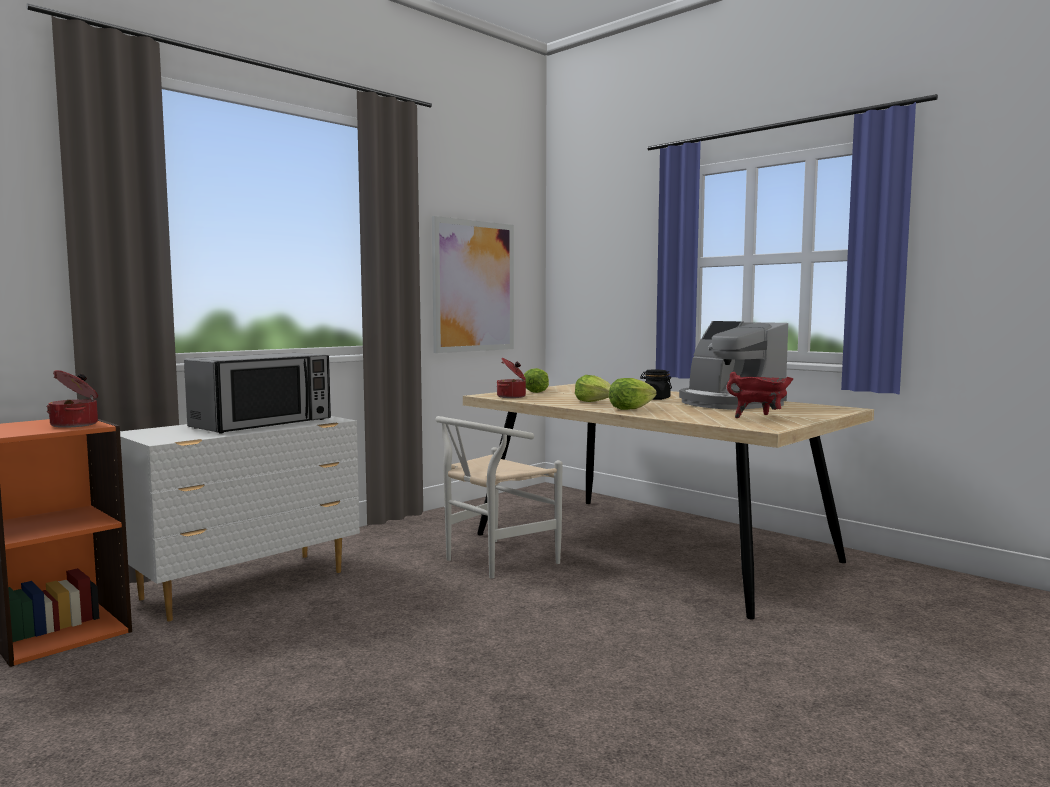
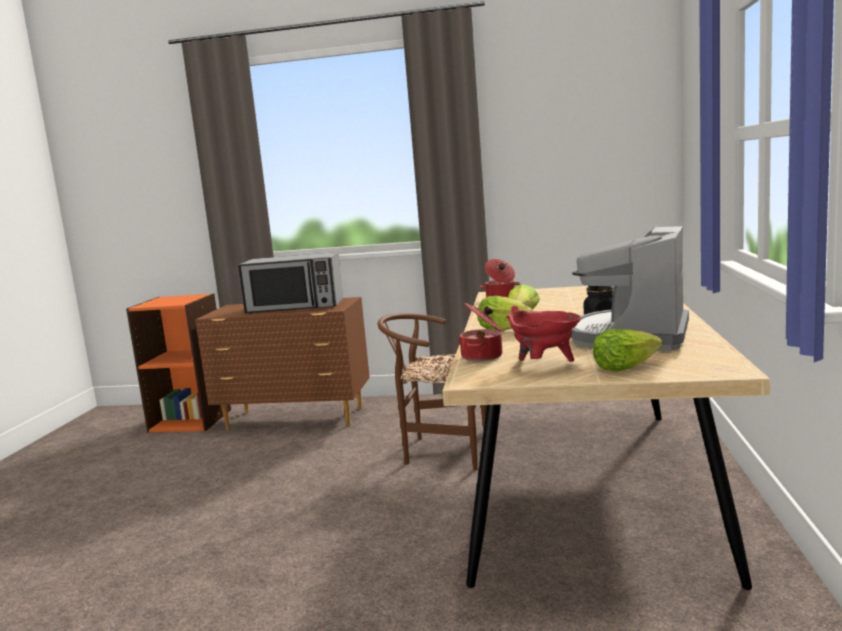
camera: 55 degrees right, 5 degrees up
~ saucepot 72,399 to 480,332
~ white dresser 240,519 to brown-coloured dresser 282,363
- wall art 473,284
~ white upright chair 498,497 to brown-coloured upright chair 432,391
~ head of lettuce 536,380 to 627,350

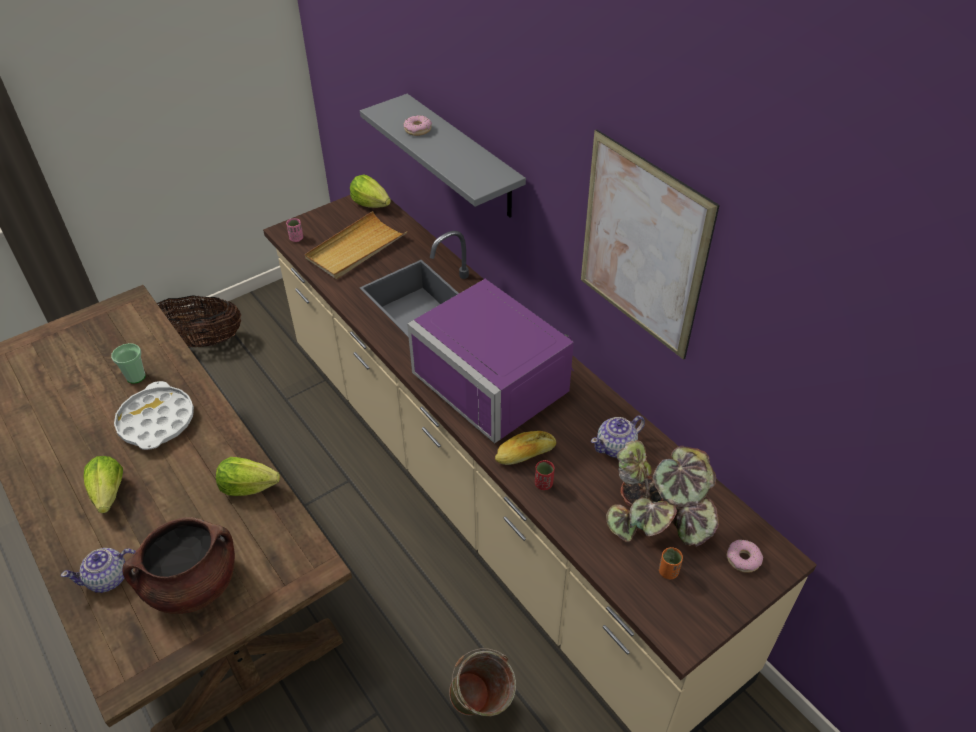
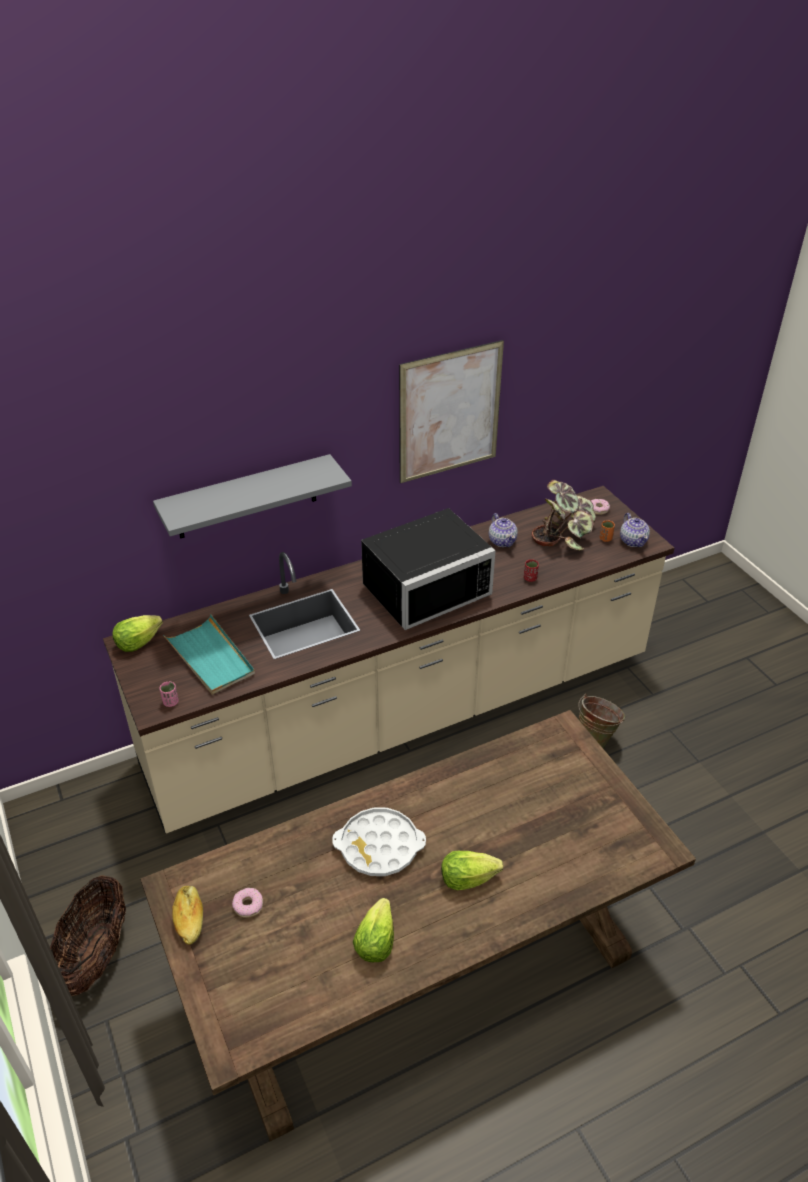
camera: 80 degrees left, 5 degrees down
~ teapot 98,570 to 635,530
- small cup 128,363
- brown-coloured saucepot 178,565
~ head of lettuce 248,476 to 373,930
~ beige-coloured carrying tray 356,245 to turquoise carrying tray 209,654
~ ring doughnut 418,125 to 247,903
~ purple-coloured kitchen microwave 490,361 to black-coloured kitchen microwave 428,569
~ bread 525,448 to 187,915

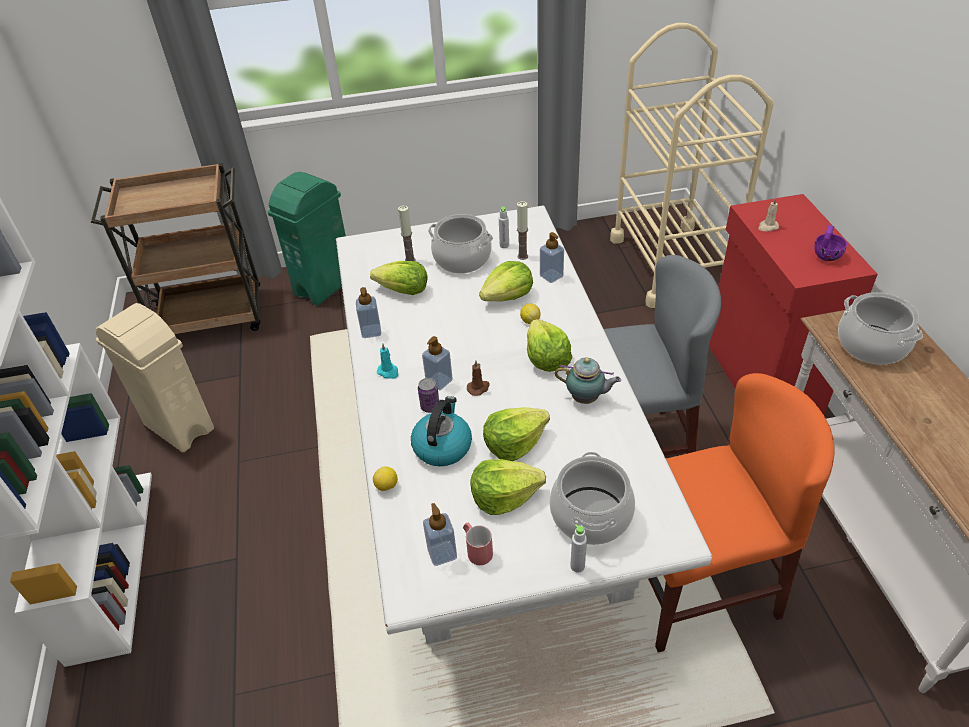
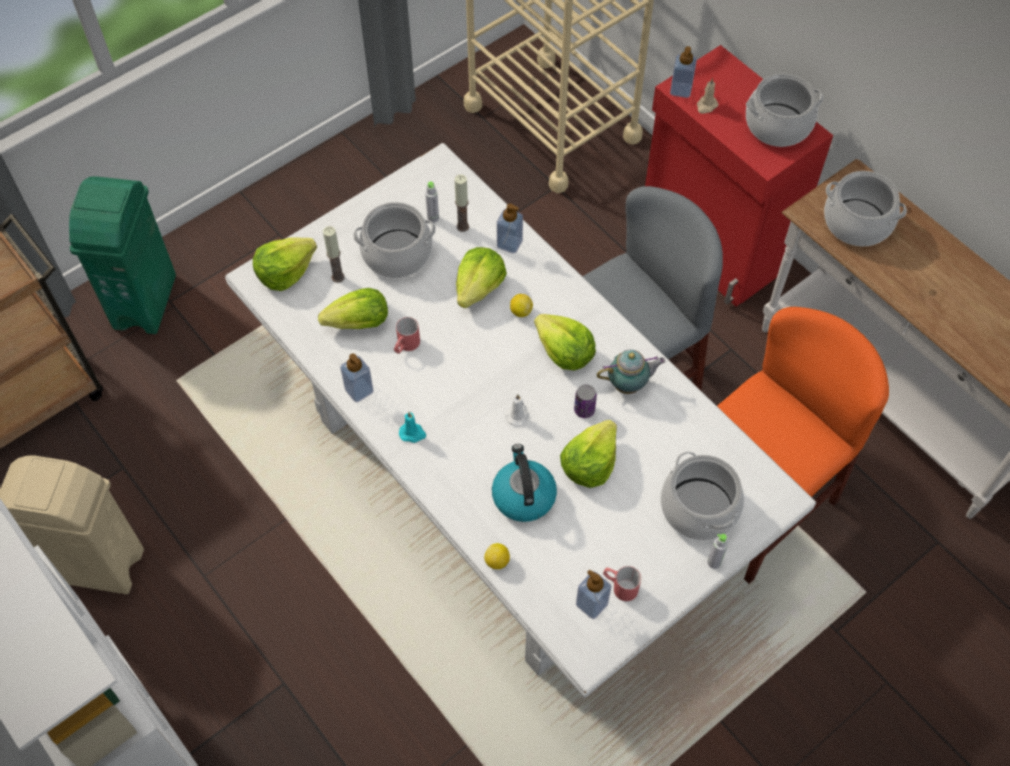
camera: 30 degrees left, 15 degrees up
~ sealed can 428,395 to 585,401
~ soap dispenser 437,363 to 683,72
~ brown-coloured wax light 478,378 to white wax light 517,410
~ head of lettuce 508,487 to 285,264
~ purple-coloured small cup 830,243 to saucepot 784,110
+ red tea mug 407,335

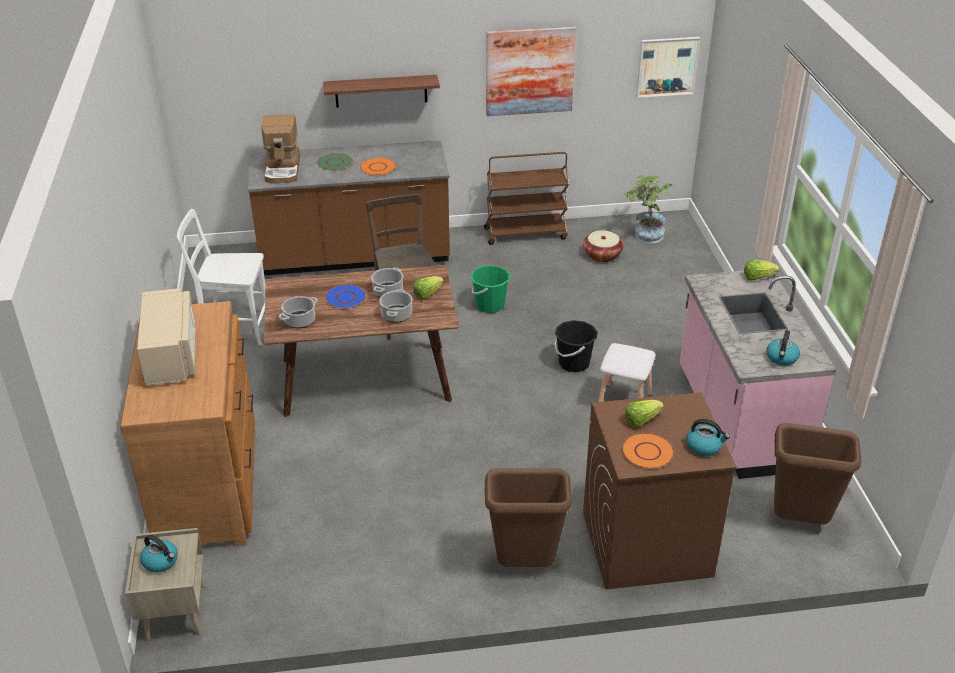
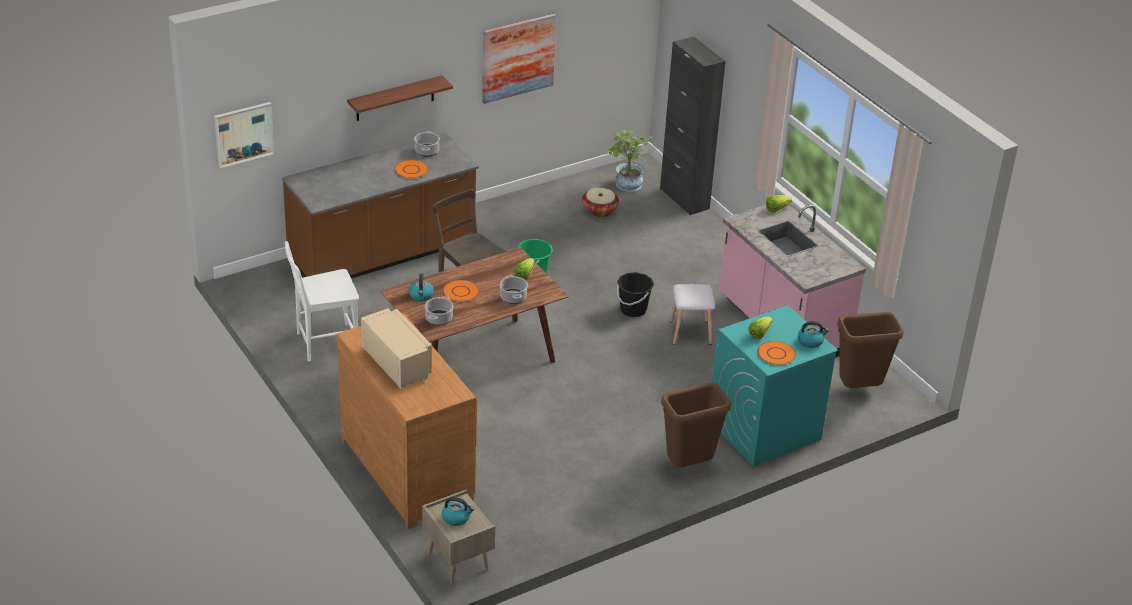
camera: 25 degrees left, 0 degrees up
- coffee machine 280,149
- green-coloured plate 335,162
~ blue-coloured plate 346,296 to orange plate 461,291
~ saucepot 387,283 to 427,144
- brown-coloured cart 526,198
~ brown-coloured laundry appliance 660,491 to turquoise laundry appliance 775,386
~ wall art 668,67 to 244,135
~ kettle 783,348 to 421,287
+ black-coloured cupboard 693,125

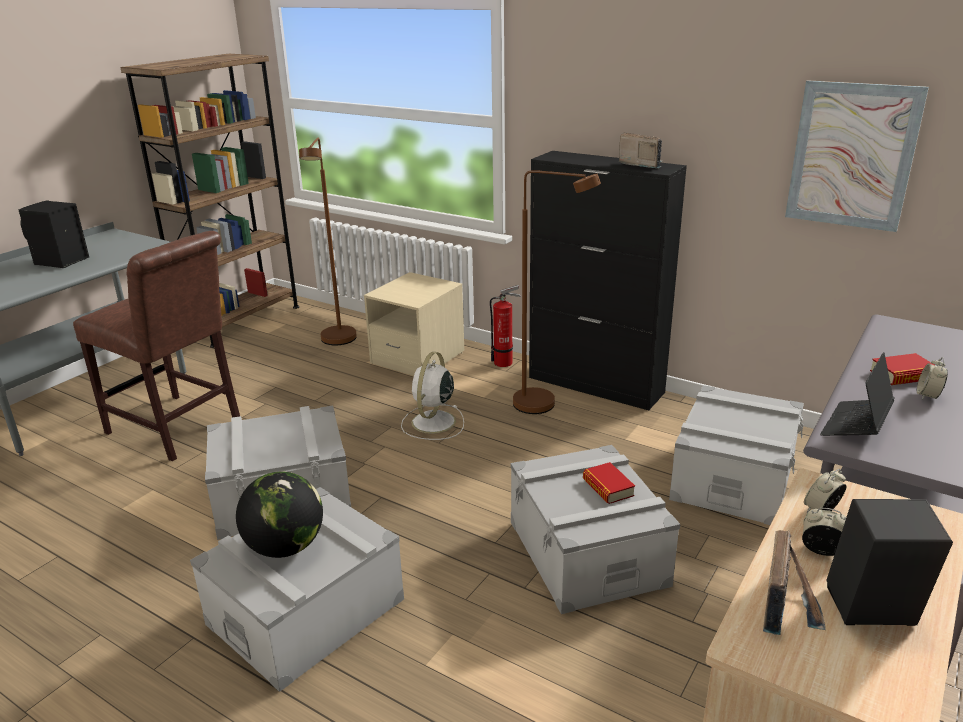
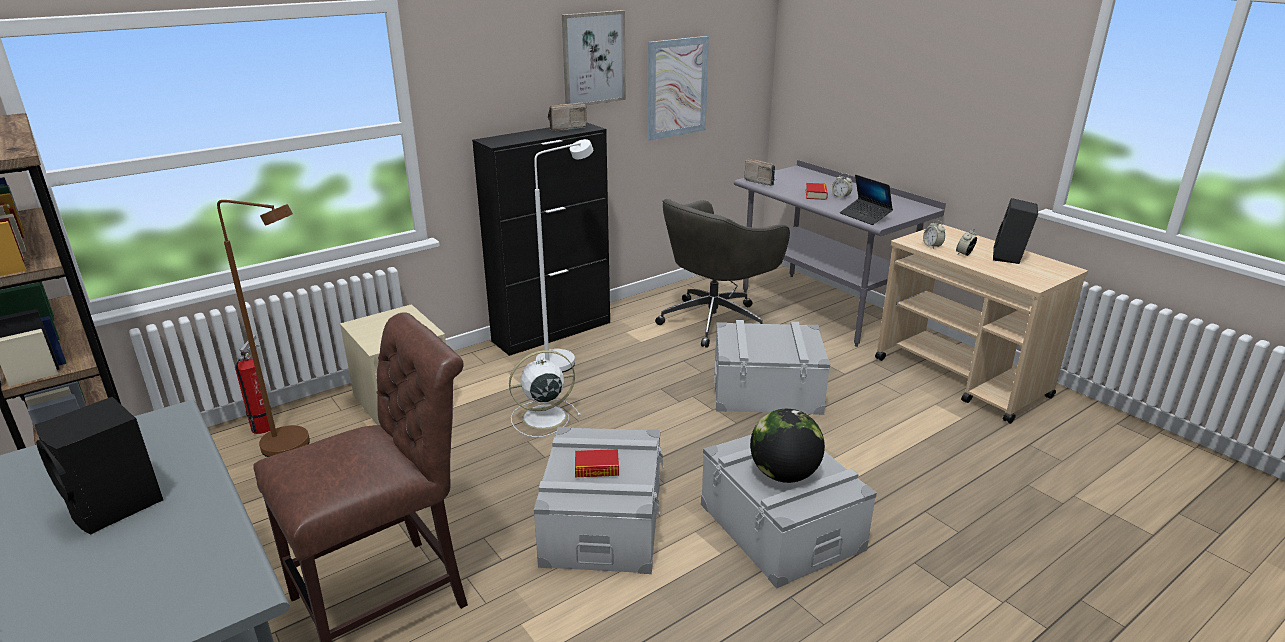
camera: 70 degrees left, 0 degrees up
~ white cooling fan 432,396 = 545,393 120 degrees clockwise
~ fire-fighting cylinder 505,326 to 253,384
~ brown-coloured standing lamp 557,292 to white standing lamp 563,256
~ book 609,483 to 597,463
~ grey storage container 736,455 to grey desk chair 722,273
~ radio receiver 794,582 to 760,172
+ wall art 594,58

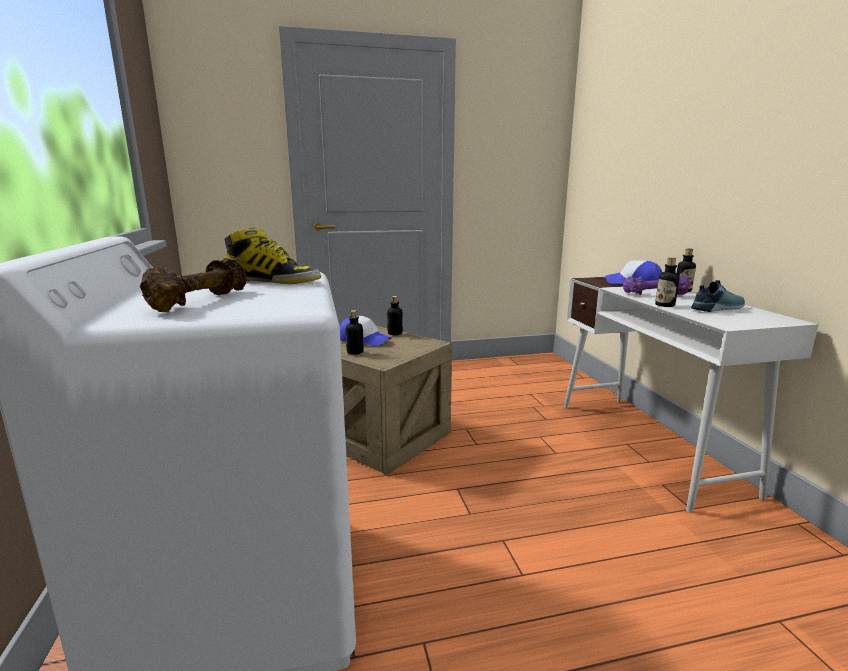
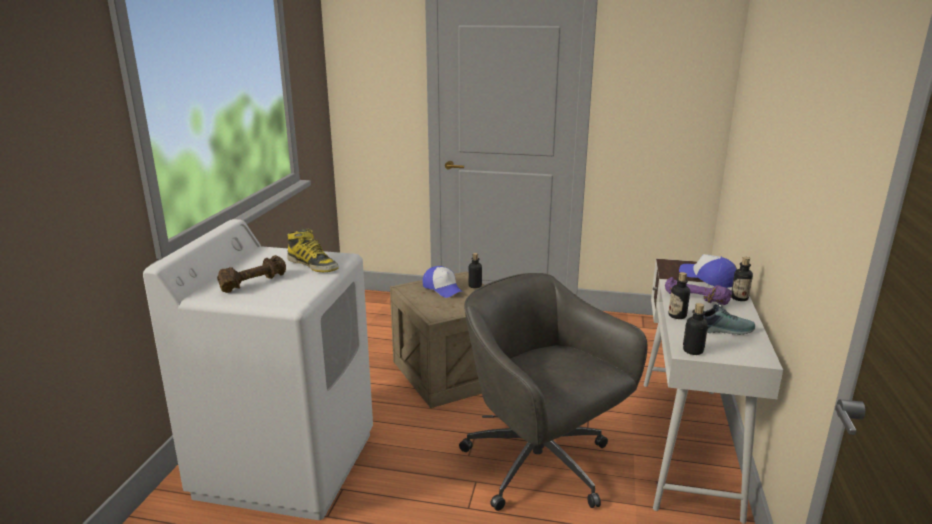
camera: 25 degrees right, 5 degrees up
~ drink bottle 355,332 to 695,329
+ grey desk chair 553,392

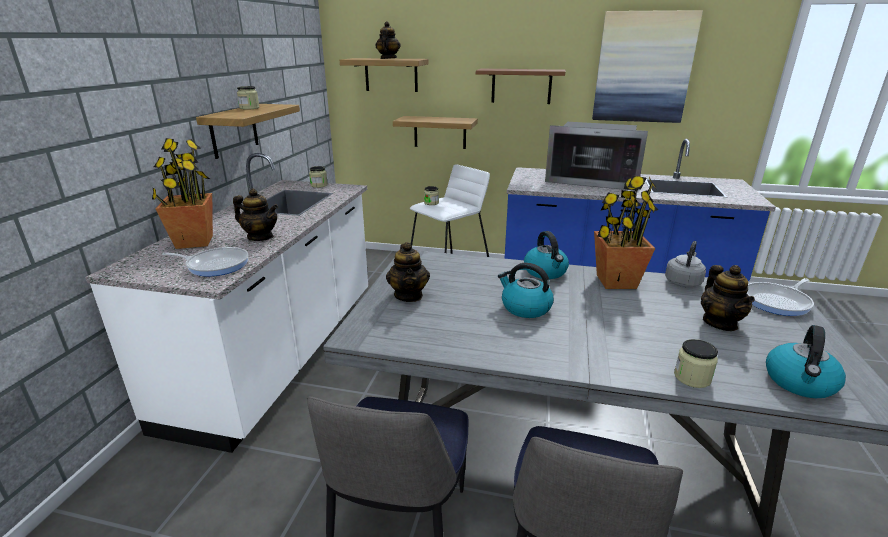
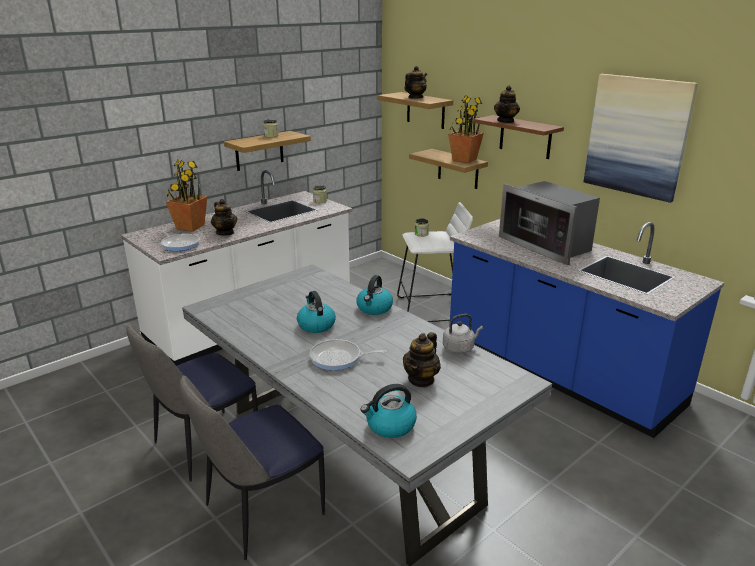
camera: 35 degrees right, 0 degrees up
~ teapot 408,272 to 507,104
~ potted plant 626,232 to 466,129
- storage jar 696,363
~ frying pan 780,297 to 348,354

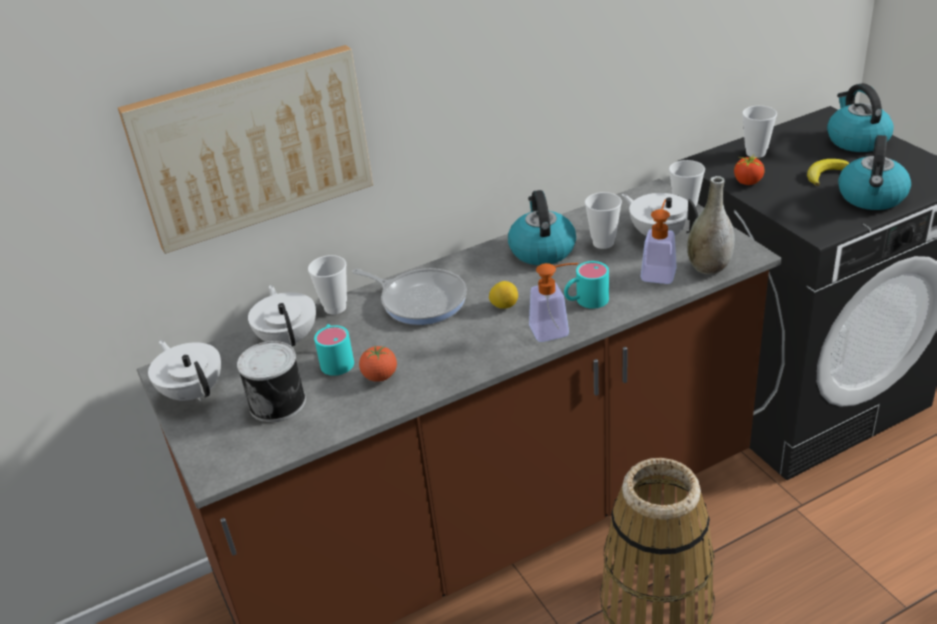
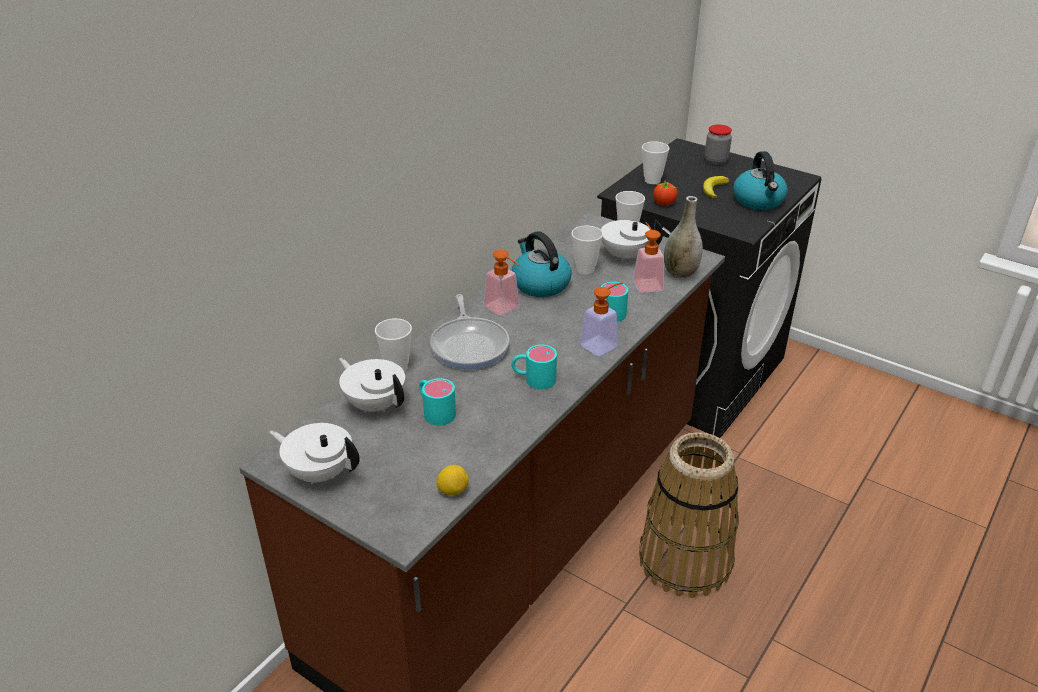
camera: 30 degrees left, 0 degrees up
- wall art 245,149
- sealed can 271,381
~ frying pan 409,296 = 469,332 75 degrees clockwise
- whole tomato 378,364
~ citrus fruit 503,295 to 453,480
~ kettle 860,117 to storage jar 718,144
+ soap dispenser 502,283
+ turquoise tea mug 534,367

